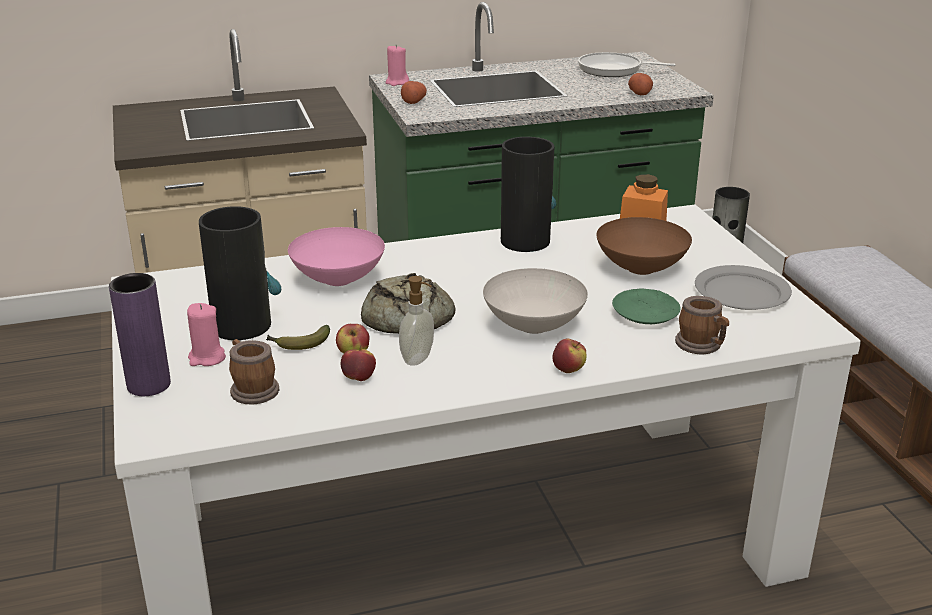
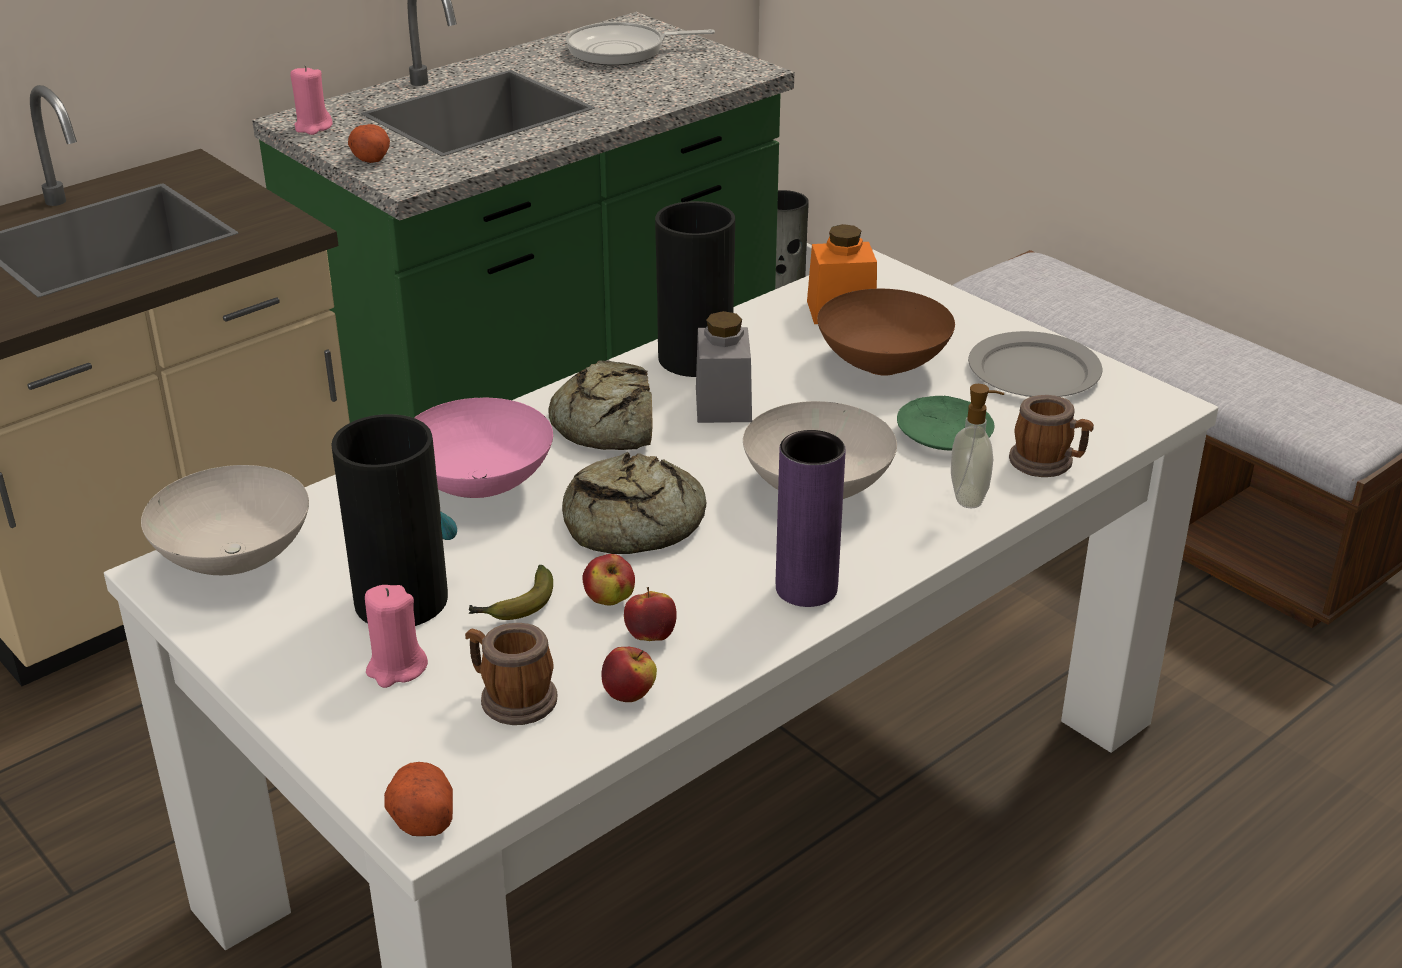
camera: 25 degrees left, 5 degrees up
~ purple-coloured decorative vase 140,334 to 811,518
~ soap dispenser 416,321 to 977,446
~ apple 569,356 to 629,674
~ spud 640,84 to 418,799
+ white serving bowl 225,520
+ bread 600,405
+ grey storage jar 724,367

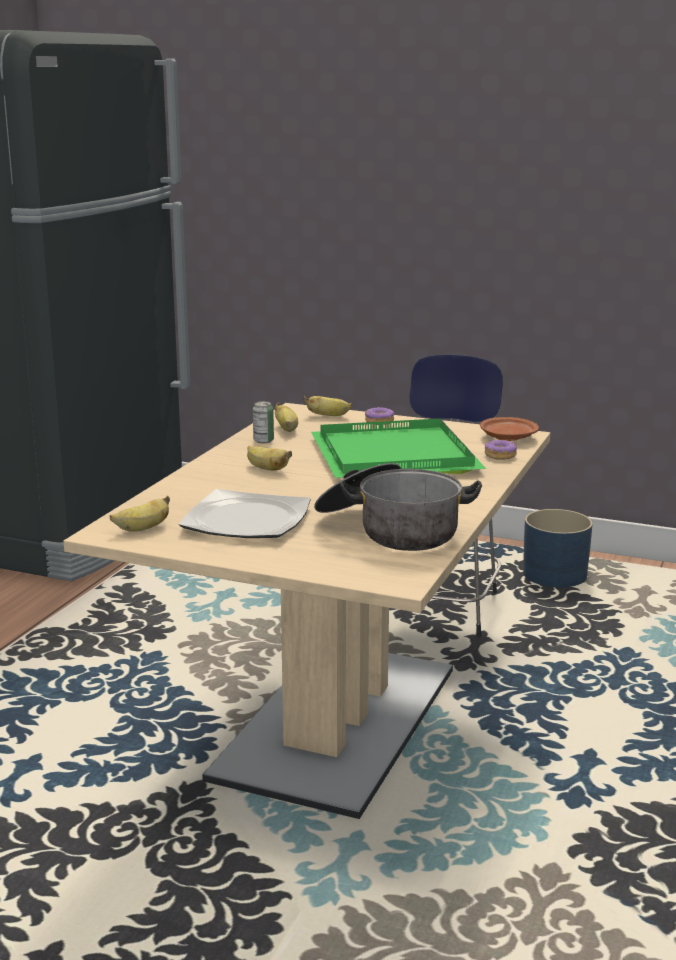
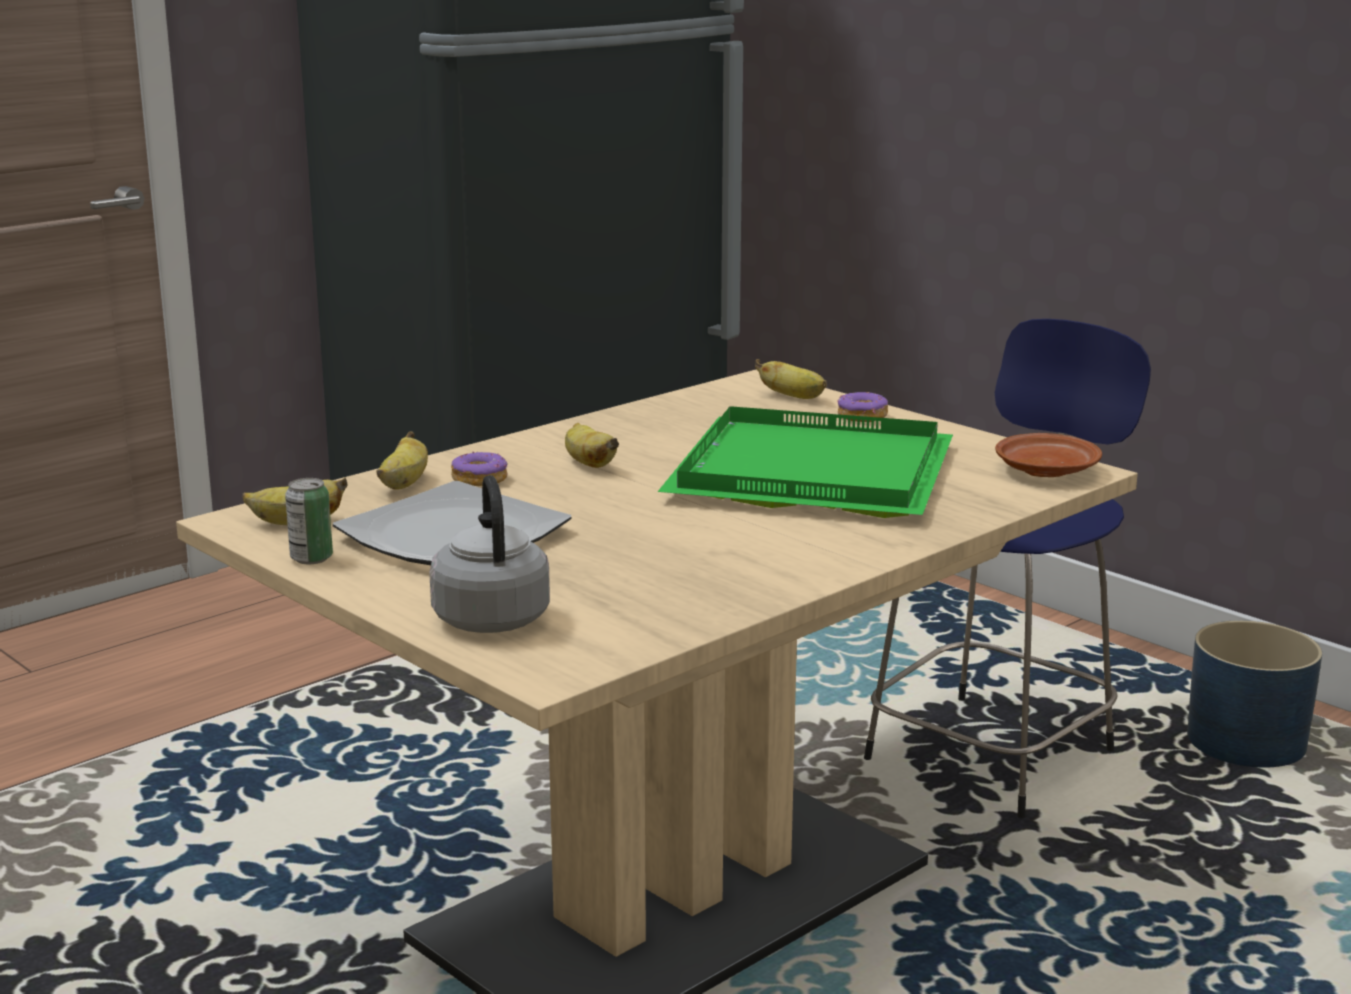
camera: 25 degrees right, 0 degrees up
~ sealed can 263,422 to 309,521
~ banana fruit 286,417 to 402,460
- saucepot 398,507
~ ring doughnut 501,450 to 479,469
+ grey kettle 489,554

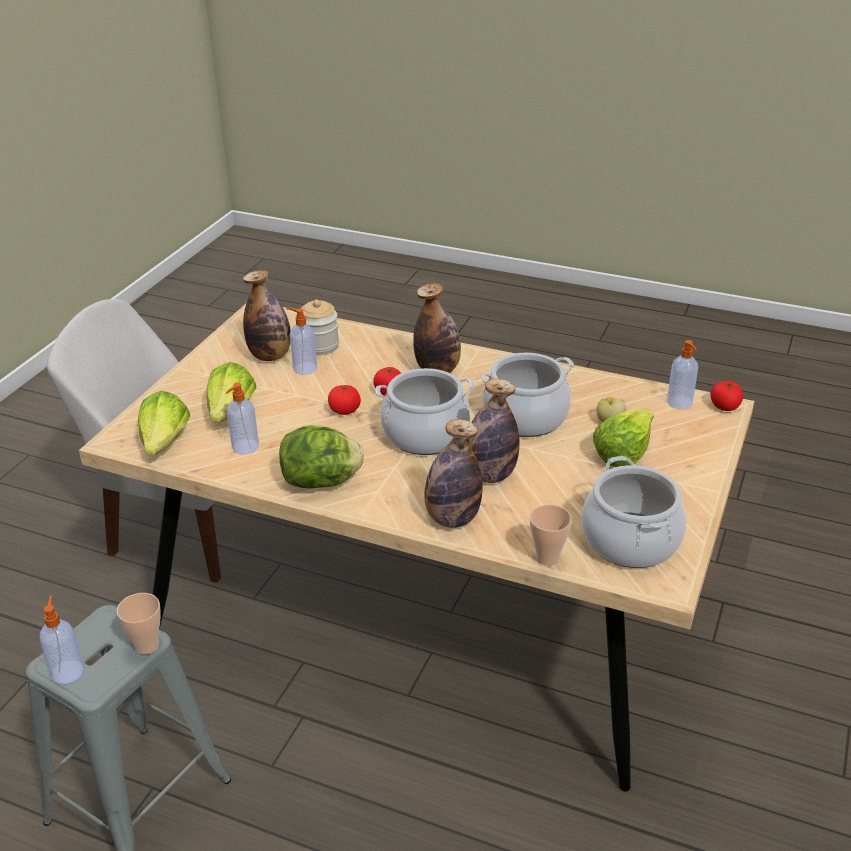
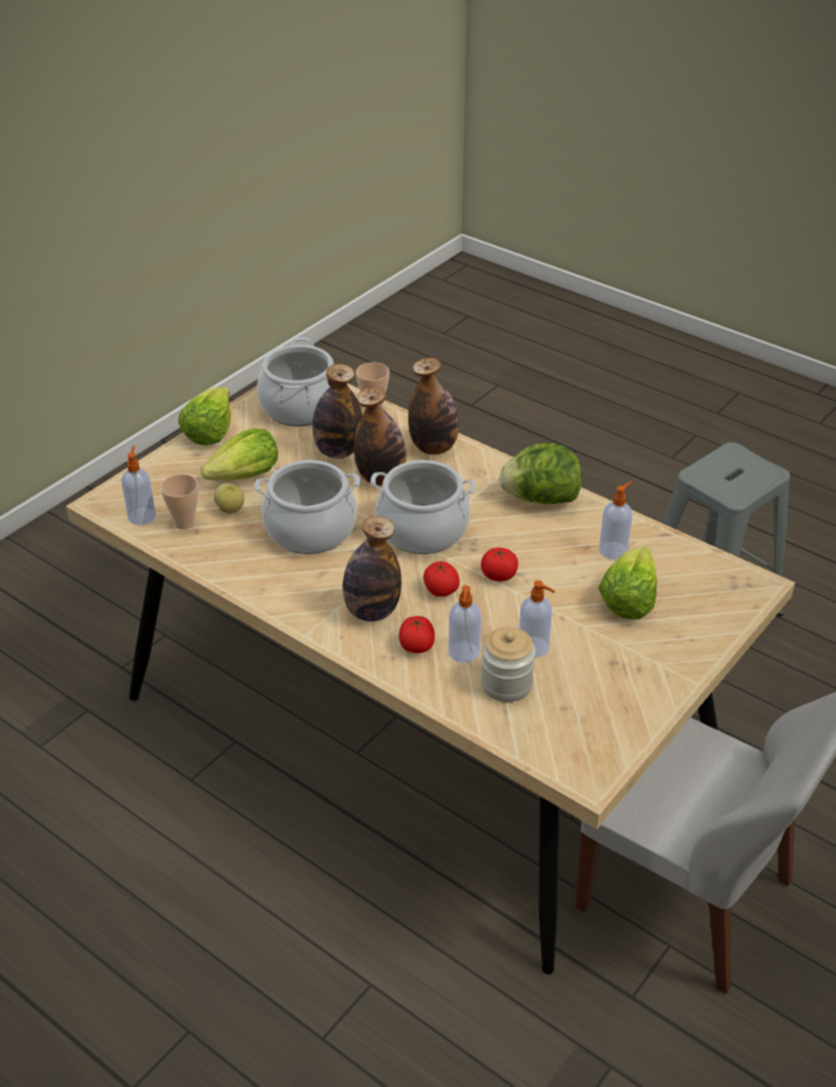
camera: 165 degrees left, 5 degrees up
~ soap dispenser 62,639 to 464,624
~ small cup 139,623 to 179,502
~ head of lettuce 164,423 to 204,416
~ drink bottle 267,315 to 337,411
~ whole tomato 726,396 to 417,634

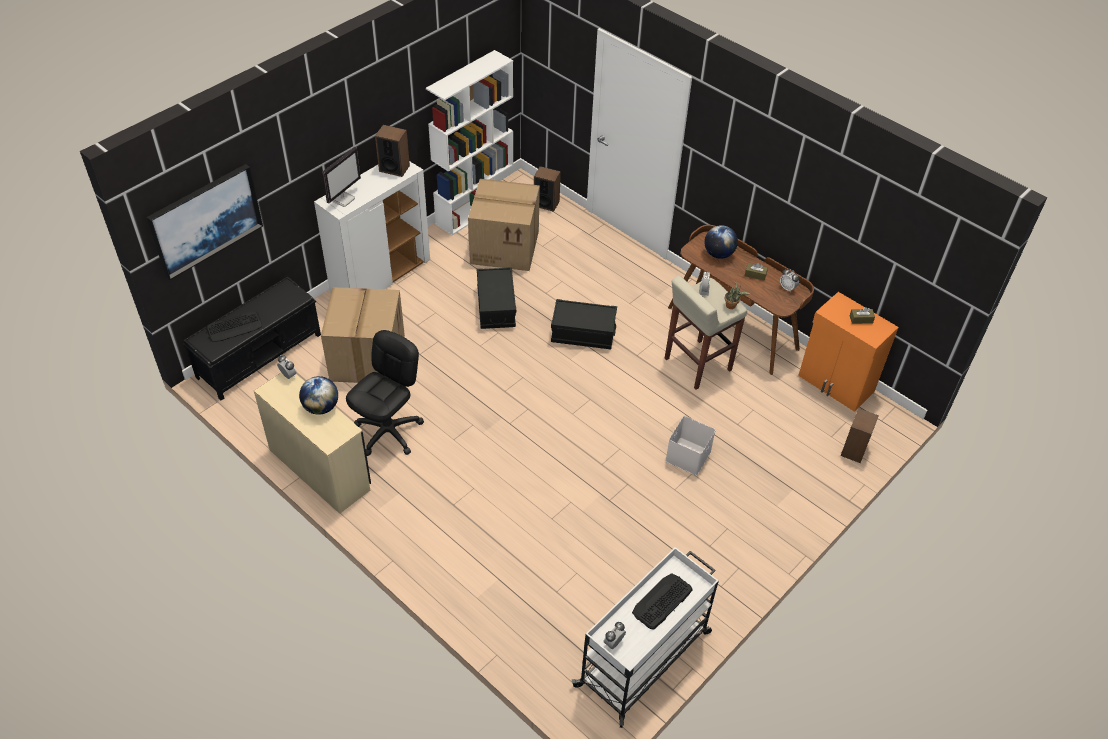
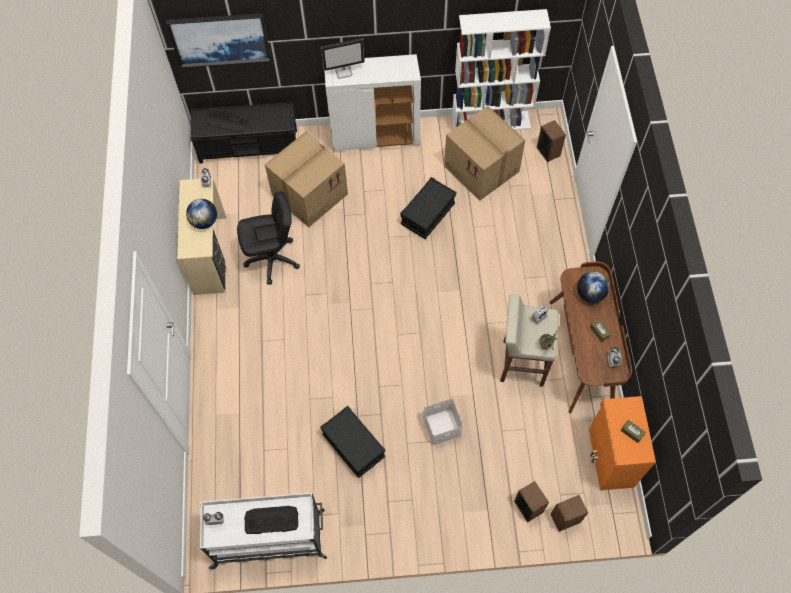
camera: 45 degrees right, 15 degrees up
~ loudspeaker 392,151 to 531,501
~ black-coloured storage container 584,324 to 352,442

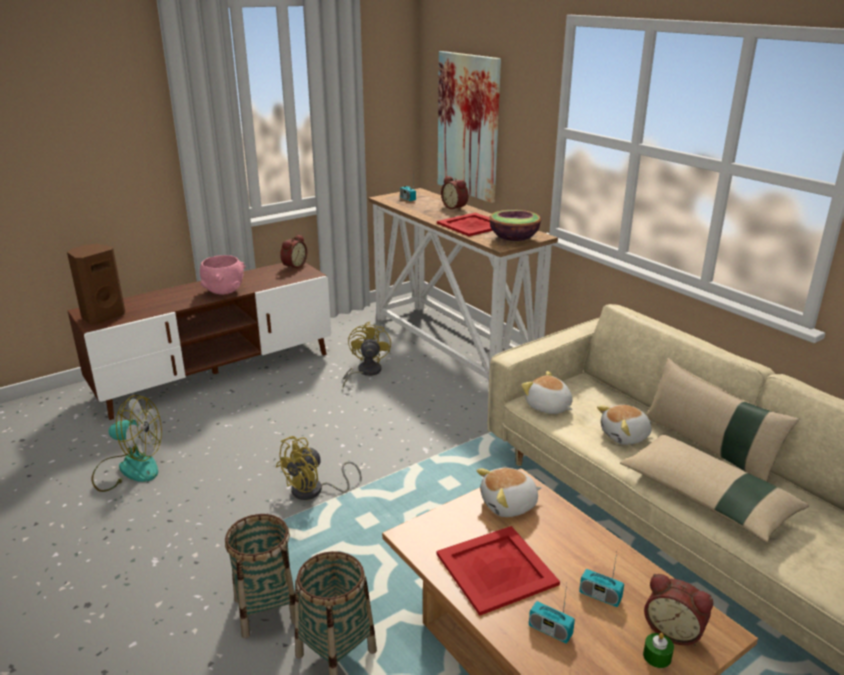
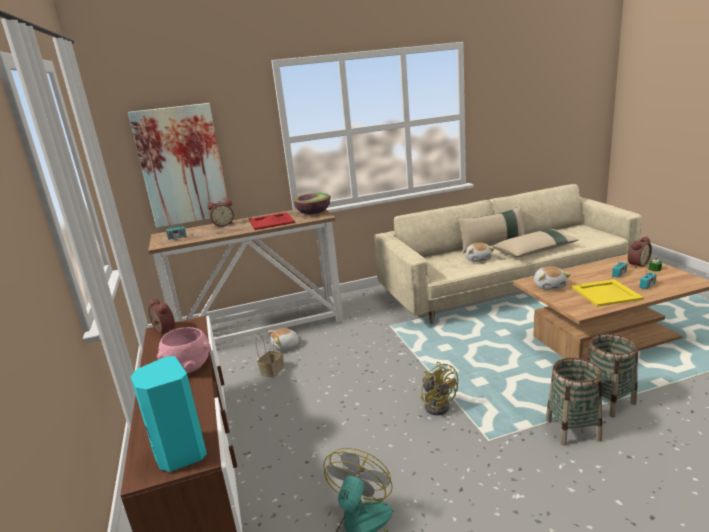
camera: 70 degrees left, 5 degrees down
~ brown-coloured loudspeaker 96,284 to turquoise loudspeaker 169,414
~ yellow cooling fan 367,354 to basket 270,356
~ red carrying tray 498,571 to yellow carrying tray 607,293
~ plush toy 547,392 to 285,339

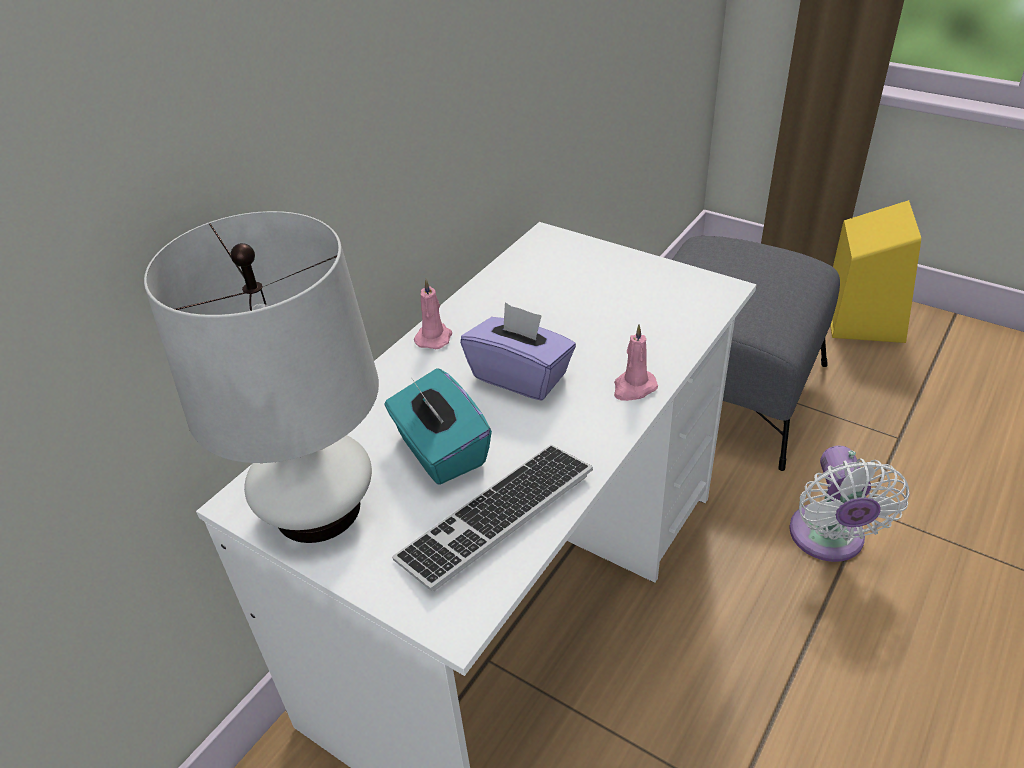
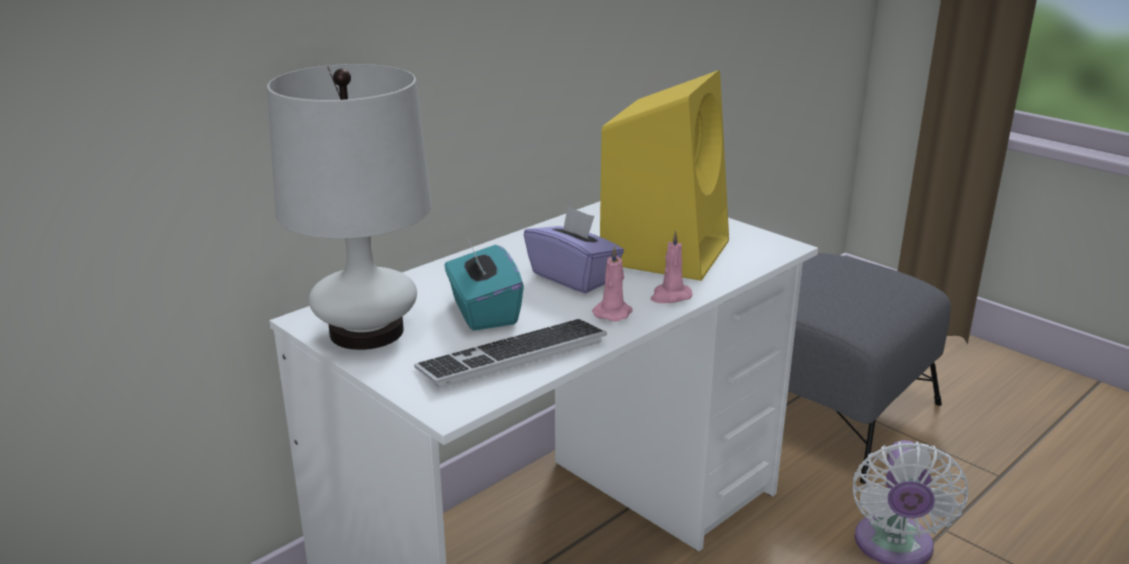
camera: 10 degrees right, 15 degrees down
~ pink wax light 433,314 to 612,283
~ yellow loudspeaker 875,271 to 664,175

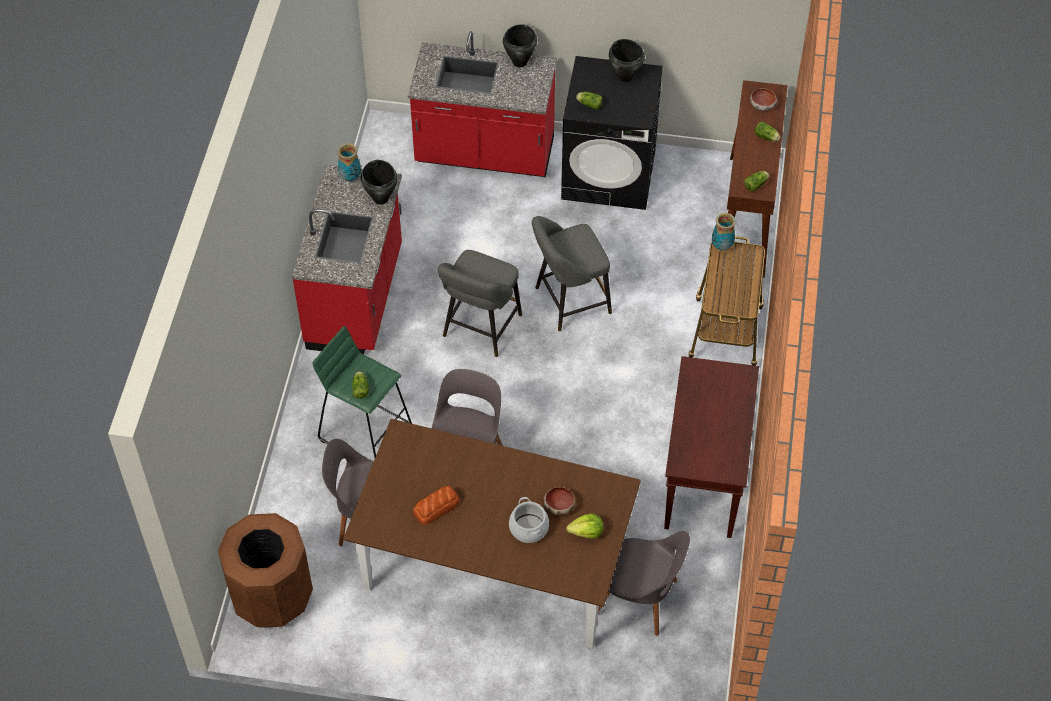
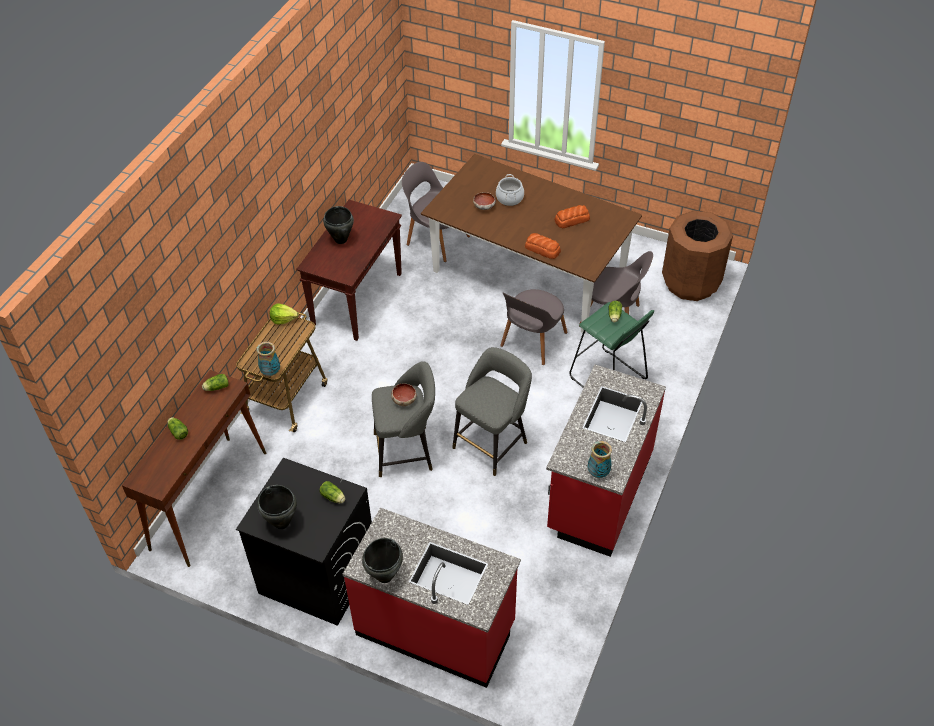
camera: 165 degrees left, 5 degrees down
~ black-coloured saucepot 379,182 to 338,225
~ head of lettuce 584,526 to 284,313
~ serving bowl 763,99 to 404,394
+ bread 543,246

